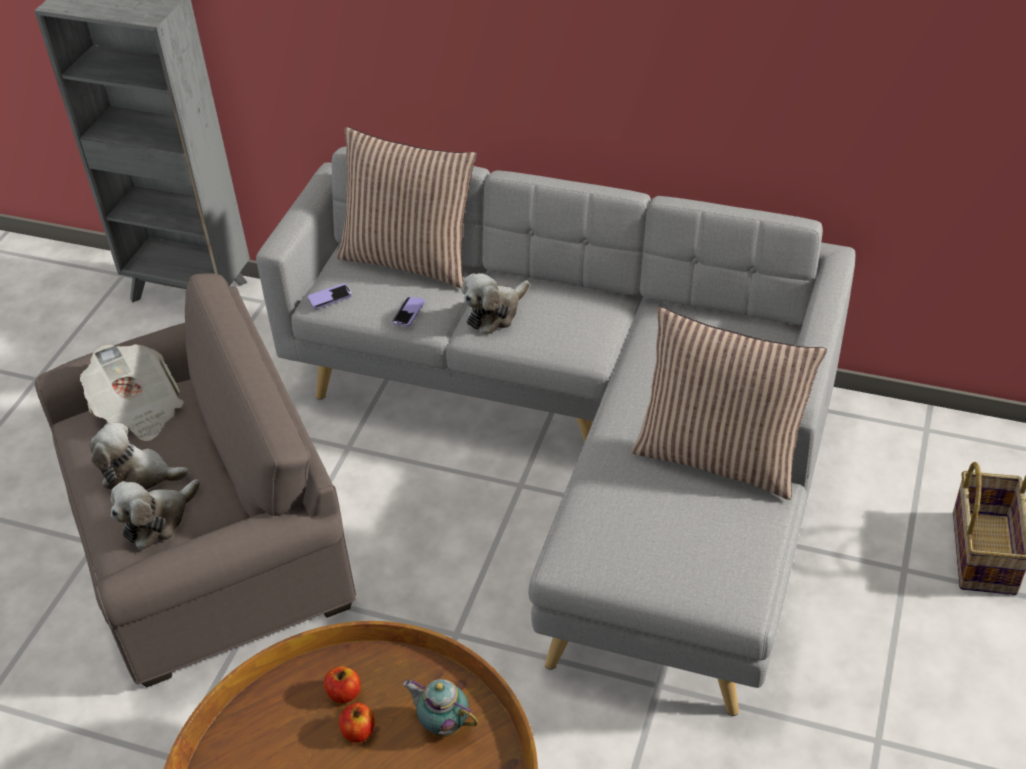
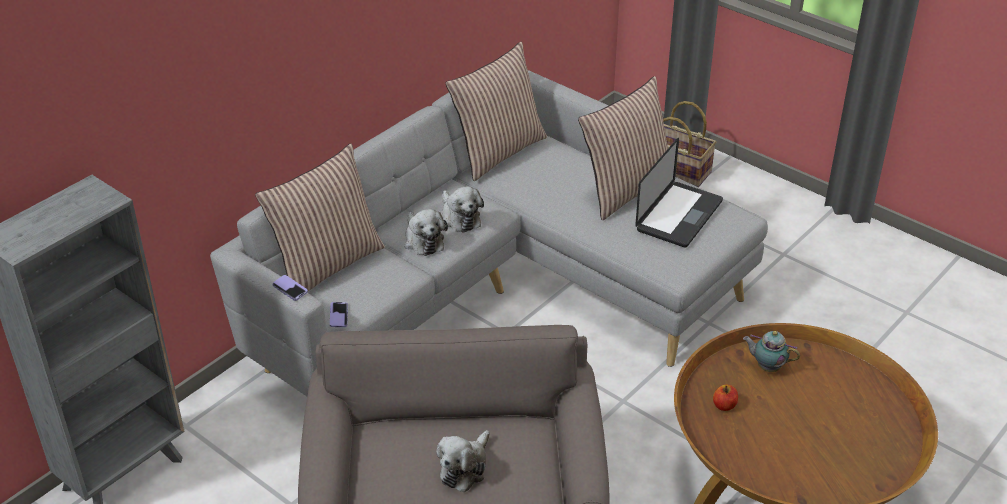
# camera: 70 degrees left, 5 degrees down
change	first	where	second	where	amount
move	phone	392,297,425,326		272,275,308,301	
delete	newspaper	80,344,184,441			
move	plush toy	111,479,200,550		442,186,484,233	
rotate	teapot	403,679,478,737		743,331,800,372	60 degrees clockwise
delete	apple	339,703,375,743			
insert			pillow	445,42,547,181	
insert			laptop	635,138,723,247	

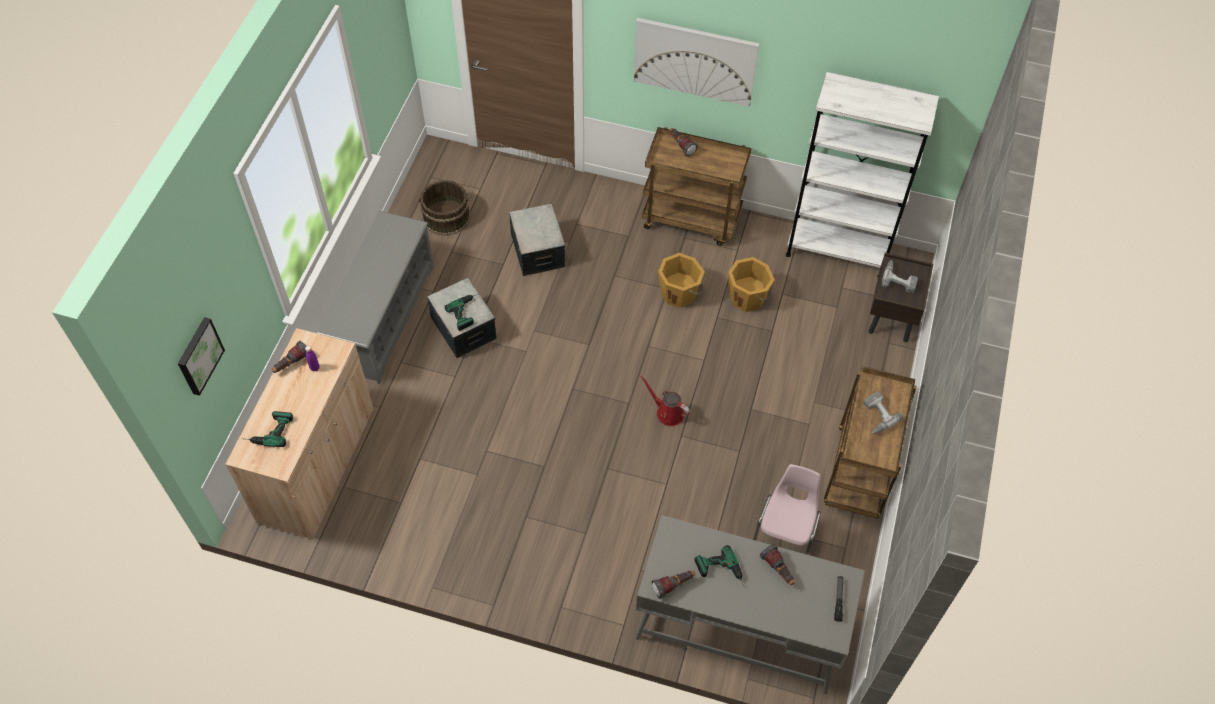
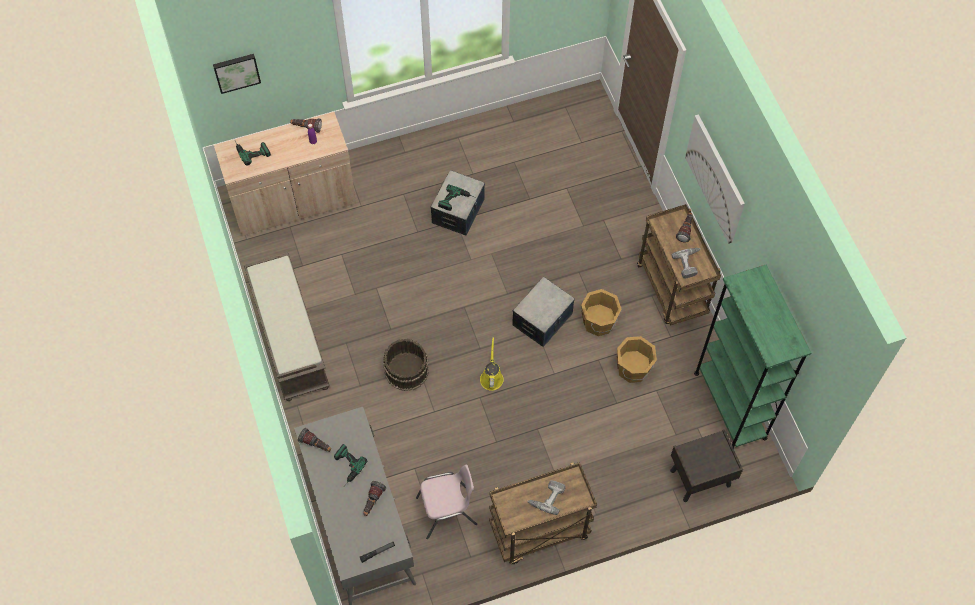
# camera: 55 degrees right, 5 degrees up
change	first	where	second	where	amount
recolor	white bookcase	786,72,939,277	green bookcase	694,265,811,449	
move	brown bucket	419,180,471,236		383,339,429,391	
move	storage box	509,204,565,276		512,277,575,347	
delete	grey shoe rack	317,211,434,384			
move	power drill	882,260,918,293		672,248,700,279	
recolor	red watering can	640,375,690,426	yellow watering can	480,336,504,391	
insert			brown bench	244,253,330,401	

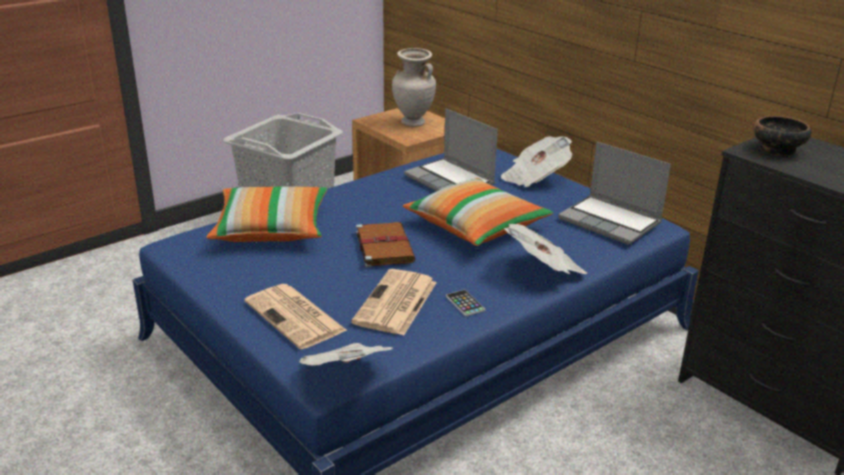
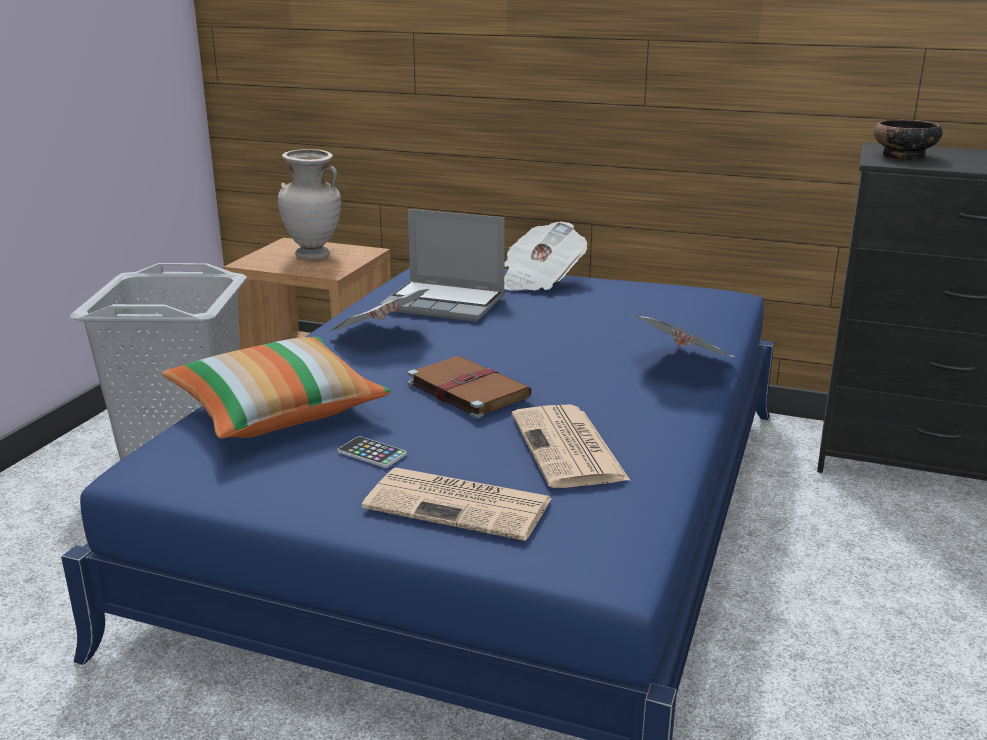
# camera: 30 degrees left, 5 degrees down
change	first	where	second	where	amount
delete	laptop	558,142,671,245			
delete	pillow	403,178,553,246			
move	phone	446,290,485,316		338,436,407,468	
move	newspaper	299,343,394,365		329,289,429,332	

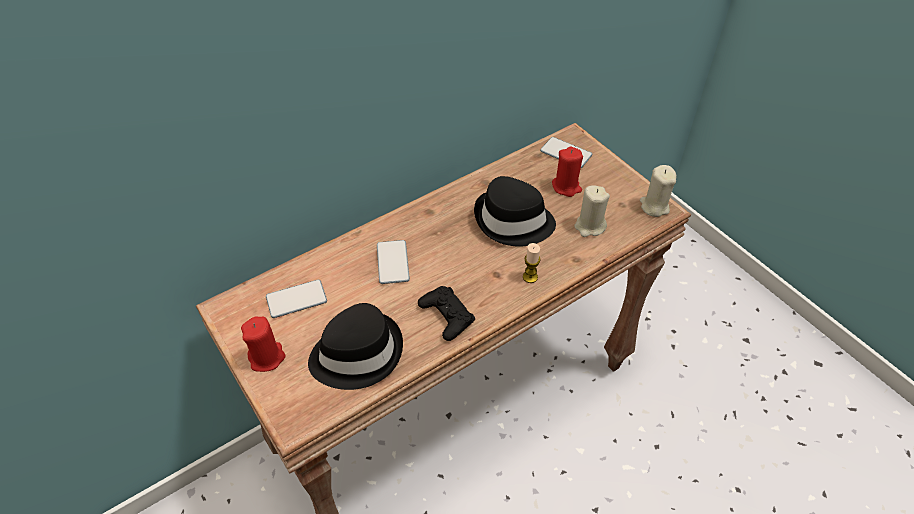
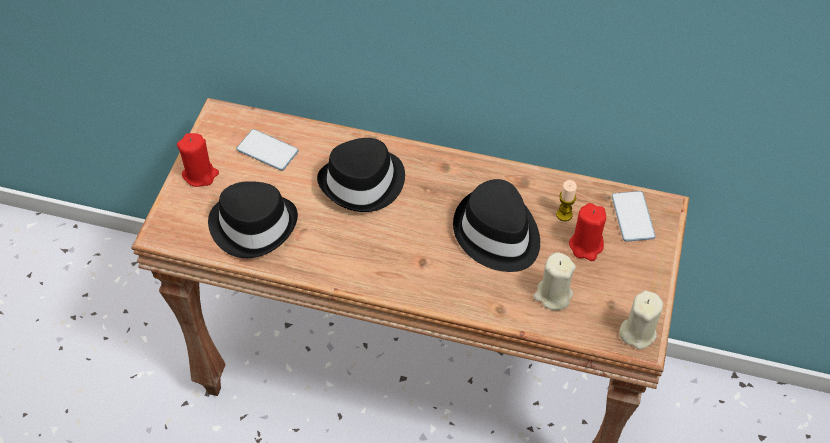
# camera: 50 degrees right, 5 degrees up
change	first	where	second	where	amount
replace	phone	377,240,410,284	black hat	317,138,405,212	
move	candle	523,243,540,283		556,180,577,221	
delete	black game controller	418,286,475,341			

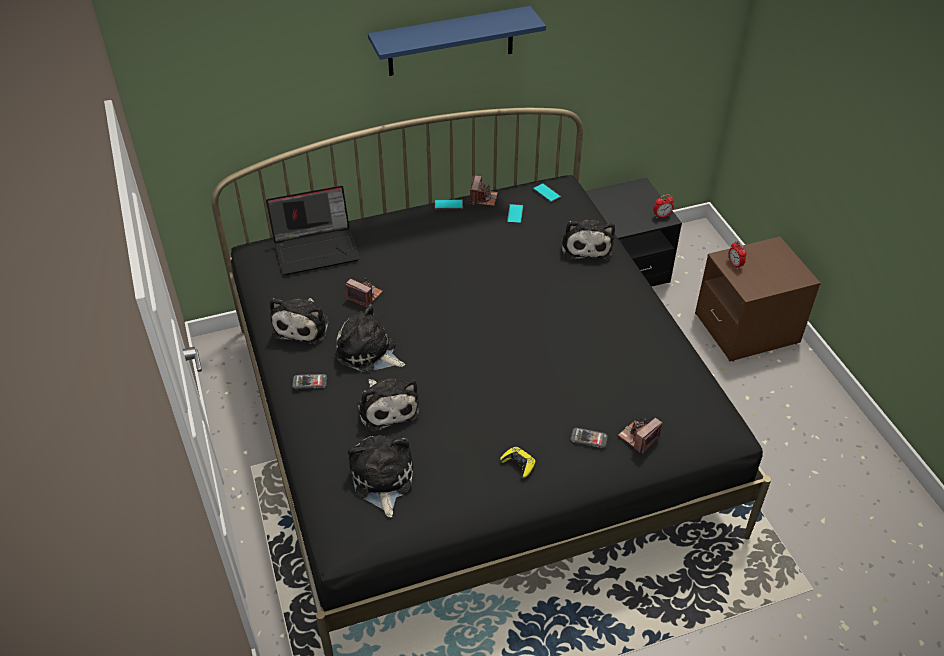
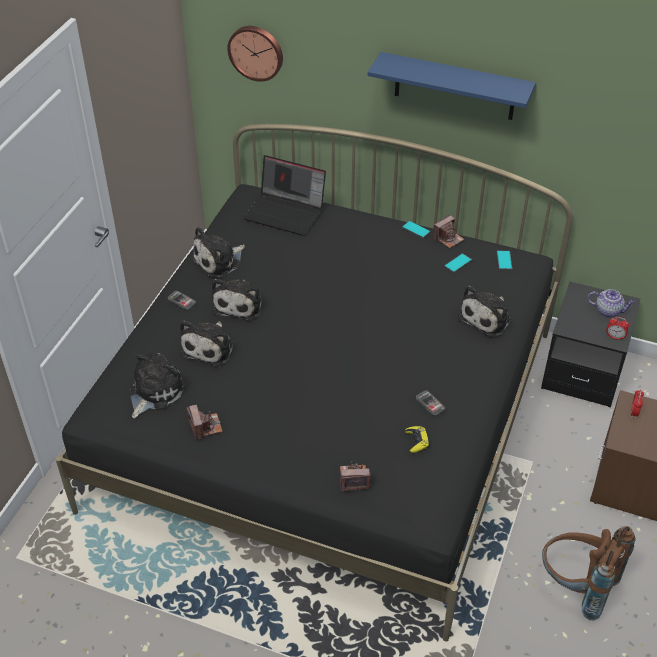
# camera: 40 degrees right, 0 degrees up
change	first	where	second	where	amount
move	photo camera	345,278,383,307		187,405,223,439	
rotate	plush toy	335,304,405,372		212,279,262,321	150 degrees counterclockwise
move	phone	571,428,608,448		416,390,445,416	
move	yellow game controller	500,447,536,478		405,426,429,453	
insert			wall clock	227,26,283,82	
insert			teapot	587,289,635,317	
insert			brown backpack	542,526,636,621	

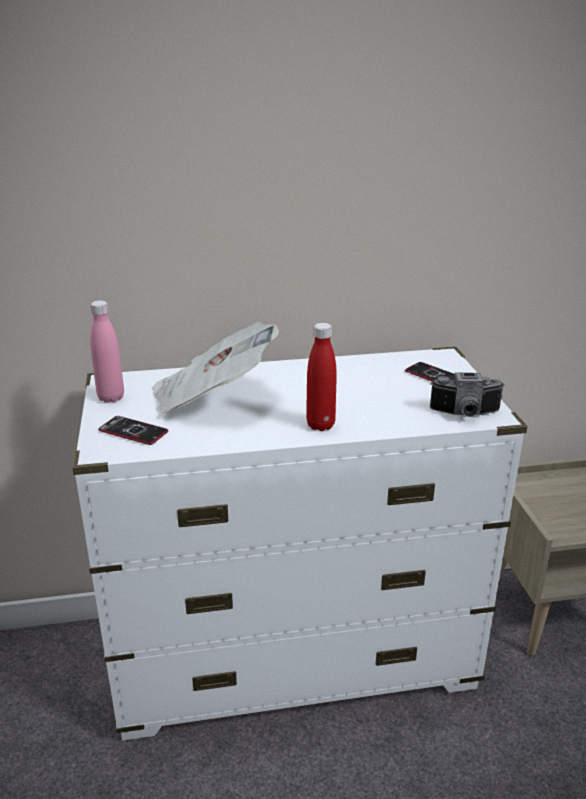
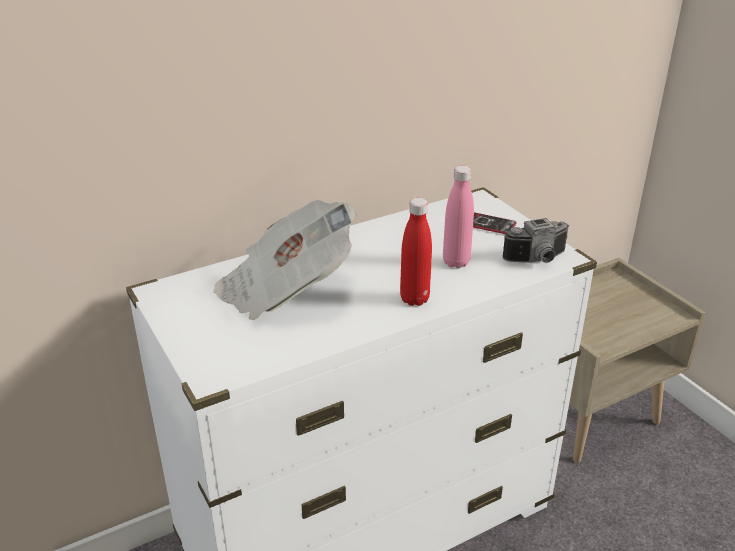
# camera: 20 degrees left, 5 degrees up
change	first	where	second	where	amount
move	pink bottle	90,300,124,403		443,166,474,268	
delete	phone	98,416,168,445			

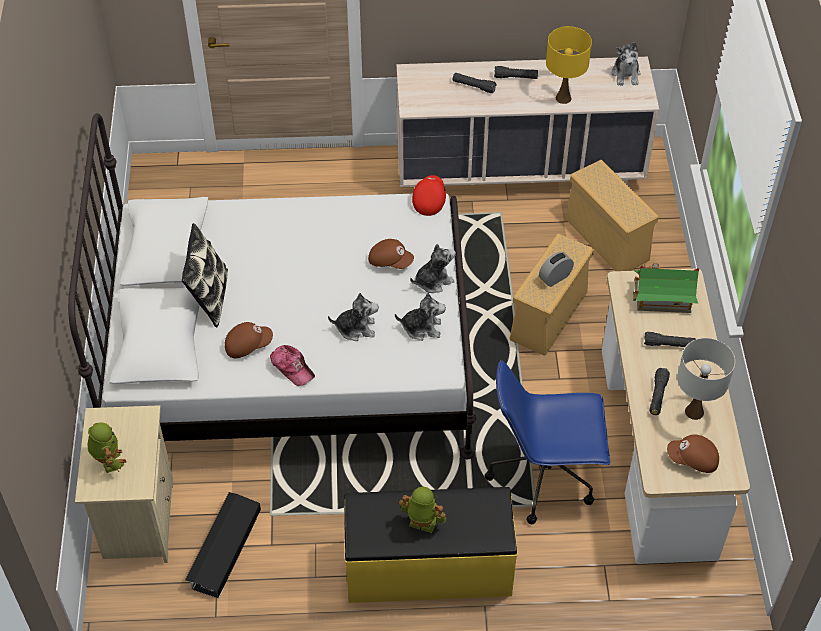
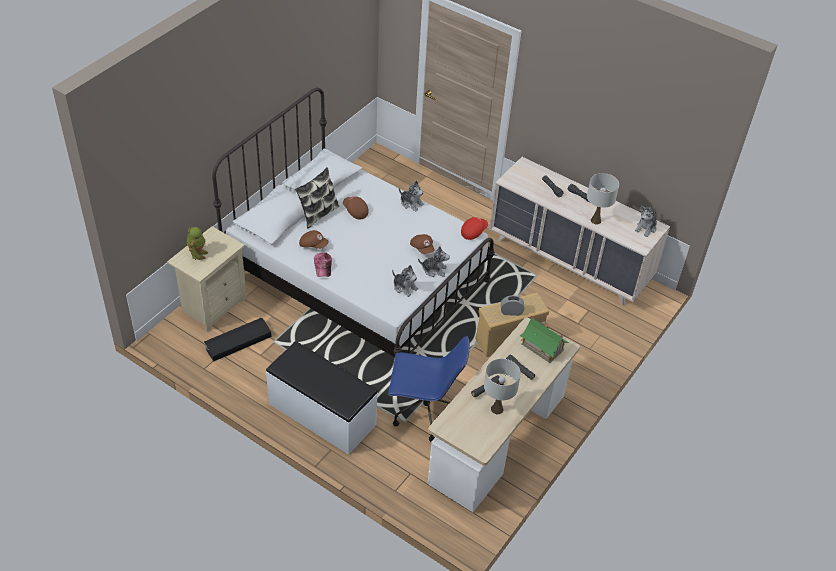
# camera: 35 degrees right, 5 degrees down
change	first	where	second	where	amount
recolor	yellow table lamp	546,26,592,104	white table lamp	587,173,619,224	
delete	beige storage box	565,160,659,271			
move	plush toy	328,293,378,341		399,181,424,211	
rotate	blue office chair	485,360,610,524		388,336,470,442	150 degrees clockwise
move	brown cap	667,435,719,473		343,197,369,220	
recolor	yellow bench	344,487,517,603	white bench	266,341,378,455	
delete	toy robot	399,487,446,533			

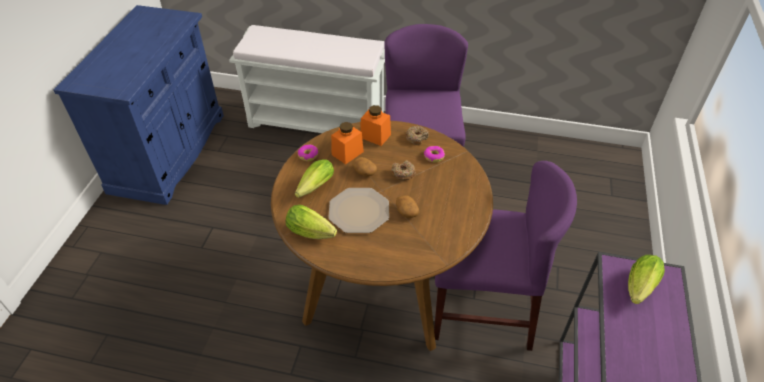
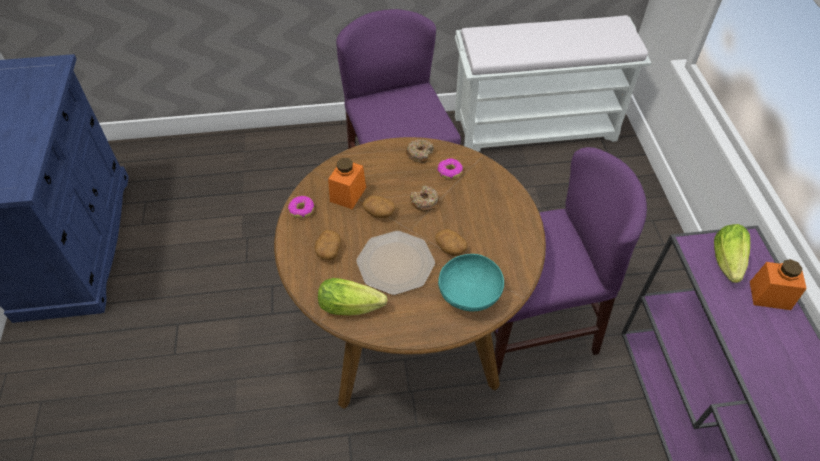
# camera: 20 degrees left, 5 degrees up
change	first	where	second	where	amount
move	white bench	229,25,385,133		455,15,651,152	
move	orange jar	360,105,391,146		750,259,807,310	
replace	lettuce	295,159,334,198	potato	315,230,341,260	
insert			turquoise bowl	438,254,504,311	

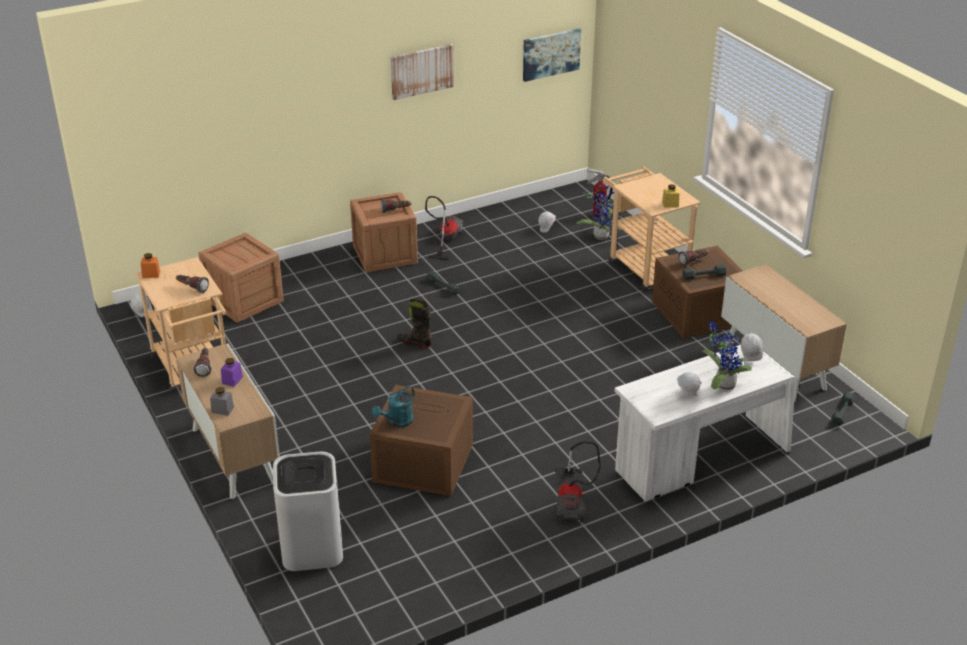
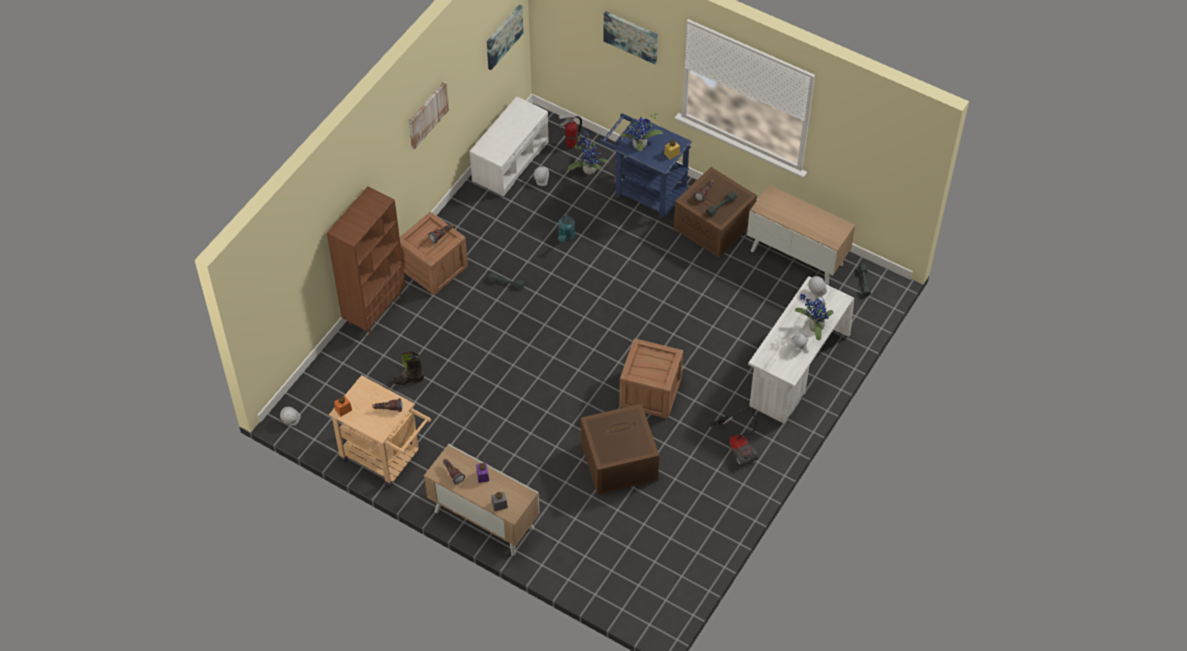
# camera: 30 degrees left, 20 degrees up
change	first	where	second	where	amount
recolor	beige cart	603,167,700,292	blue cart	599,113,692,221	
delete	vacuum cleaner	425,196,464,260			
move	crate	198,233,284,323		619,338,683,419	
move	black boot	397,299,432,348		392,351,424,385	
move	turquoise watering can	372,386,415,427		558,211,575,242	
delete	white trash can	273,452,343,571			
insert			picture	604,11,658,64	
insert			white bench	469,97,549,196	
insert			potted plant	620,113,663,151	
insert			brown bookcase	327,186,406,336	

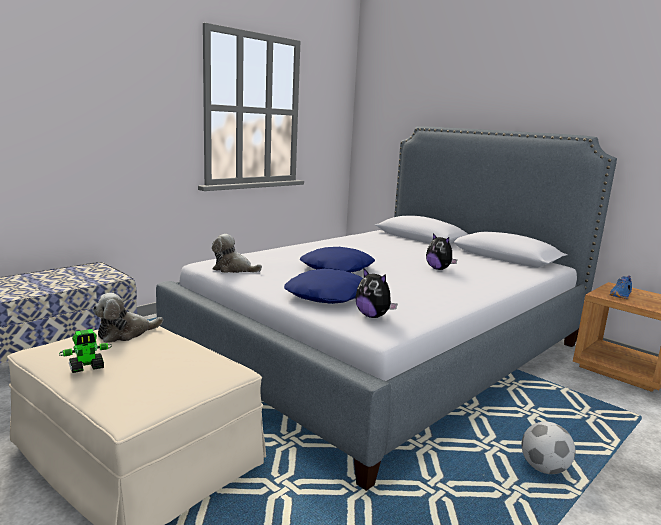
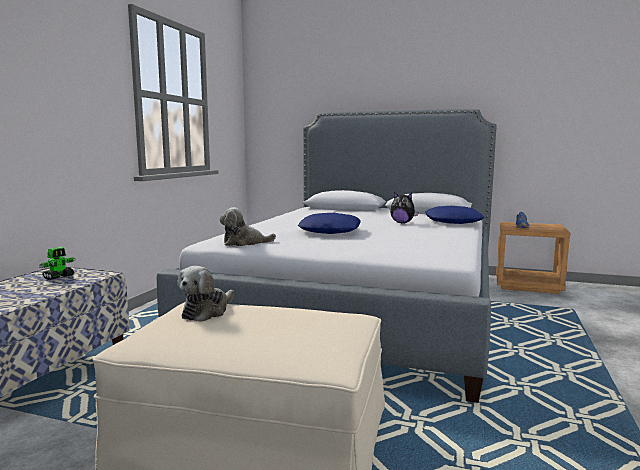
# camera: 25 degrees left, 5 degrees down
change	first	where	second	where	amount
delete	plush toy	355,267,397,318			
move	blue pillow	284,269,363,304		425,206,484,224	
move	toy robot	59,329,112,373		39,247,76,280	
delete	football	522,422,575,474			

